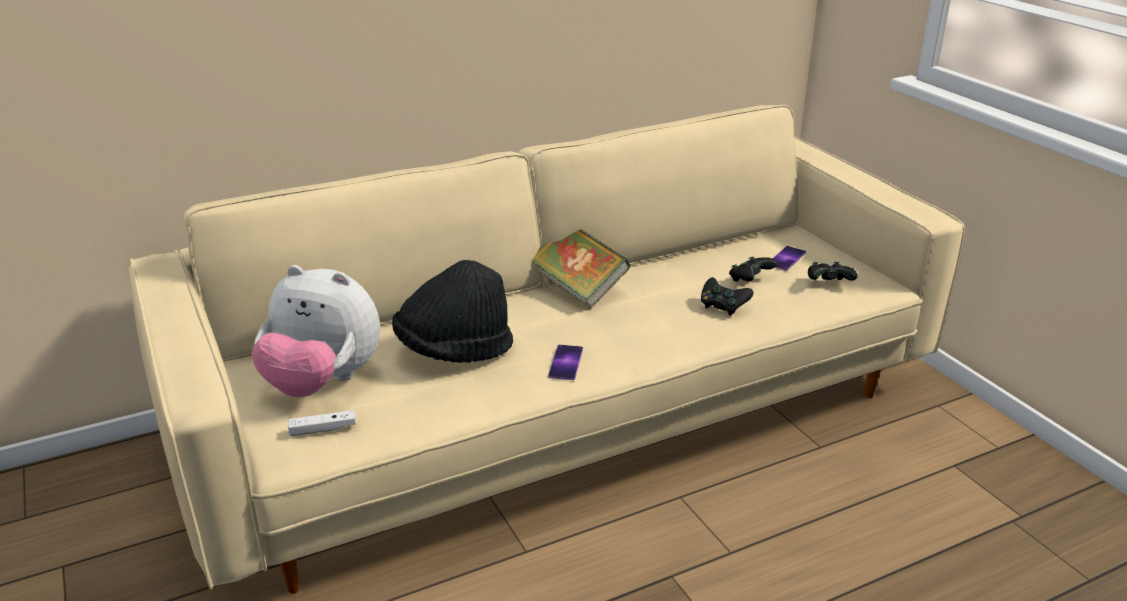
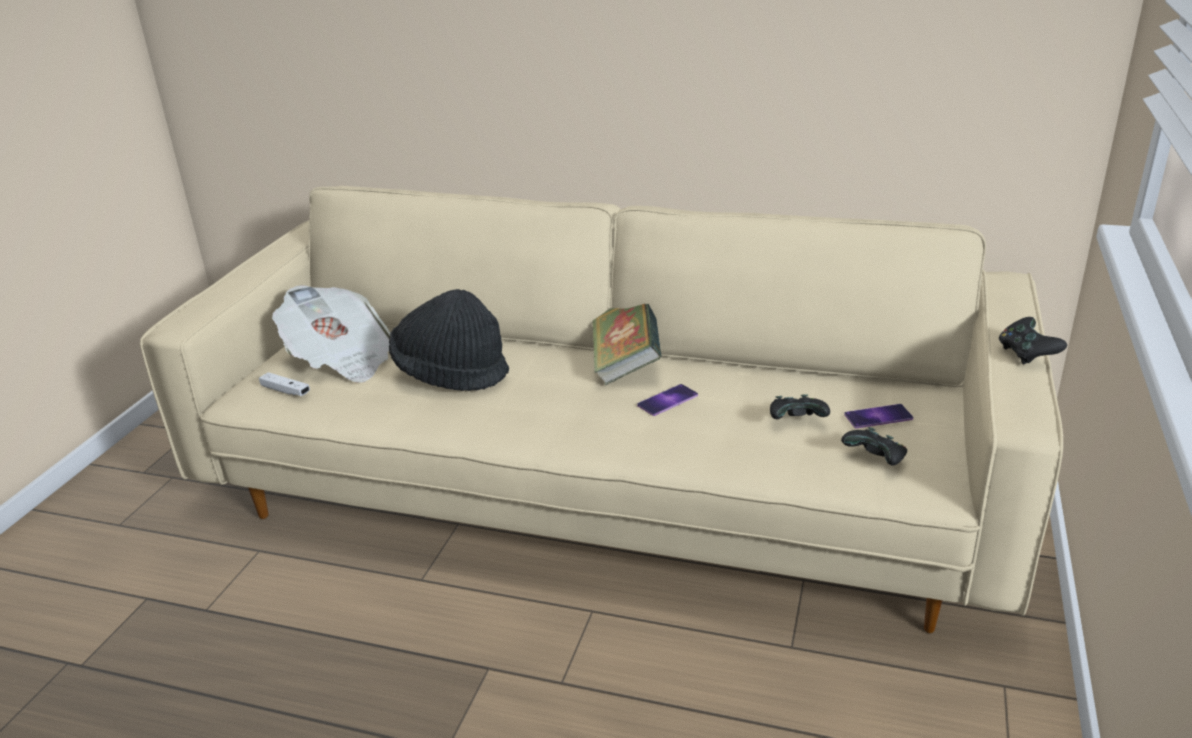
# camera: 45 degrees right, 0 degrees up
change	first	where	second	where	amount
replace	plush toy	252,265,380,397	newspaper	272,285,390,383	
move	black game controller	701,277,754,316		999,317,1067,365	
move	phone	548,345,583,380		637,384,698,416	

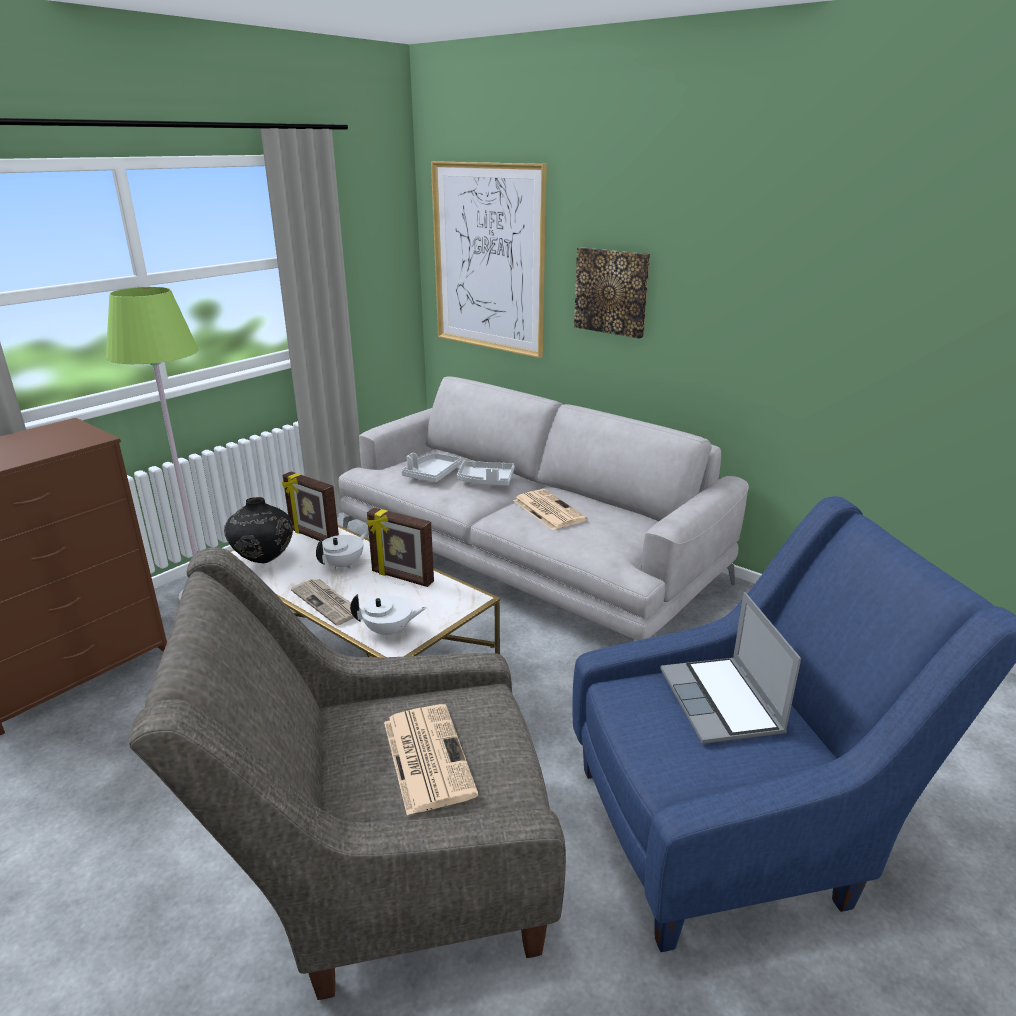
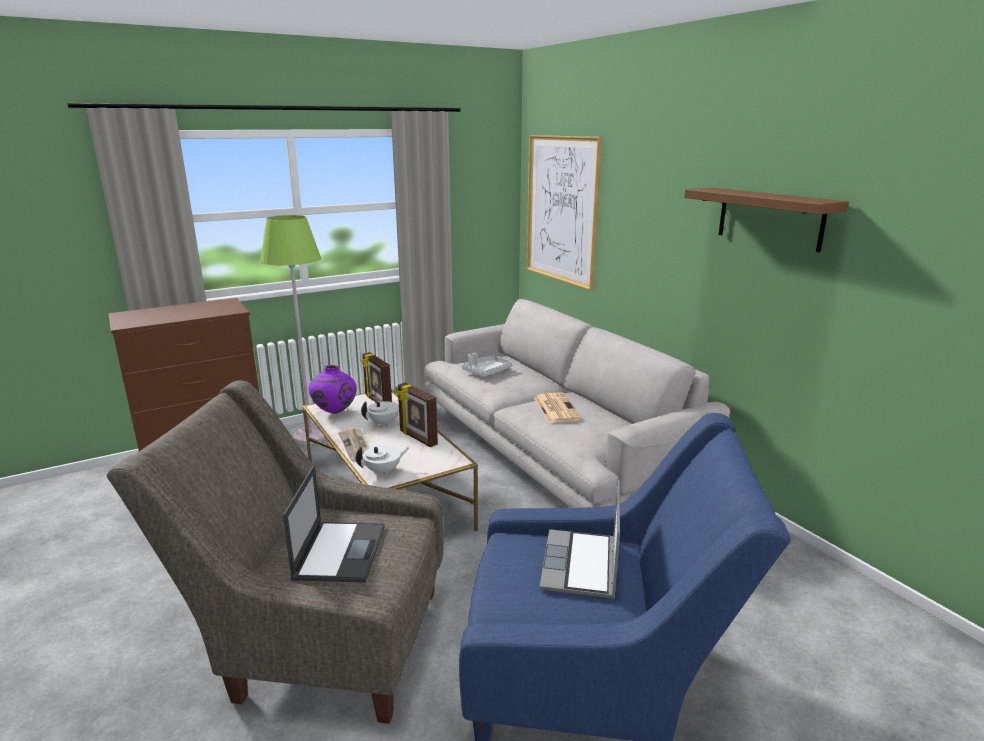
# camera: 20 degrees right, 5 degrees down
change	first	where	second	where	amount
delete	picture	574,247,650,339			
delete	grey tray	457,461,514,486			
recolor	black vase	224,497,293,563	purple vase	309,365,357,414	
rotate	white teapot	350,594,427,639		356,445,410,476	45 degrees counterclockwise
replace	newspaper	384,704,478,815	laptop	283,465,385,582	
insert			brown shelf	684,188,849,253	

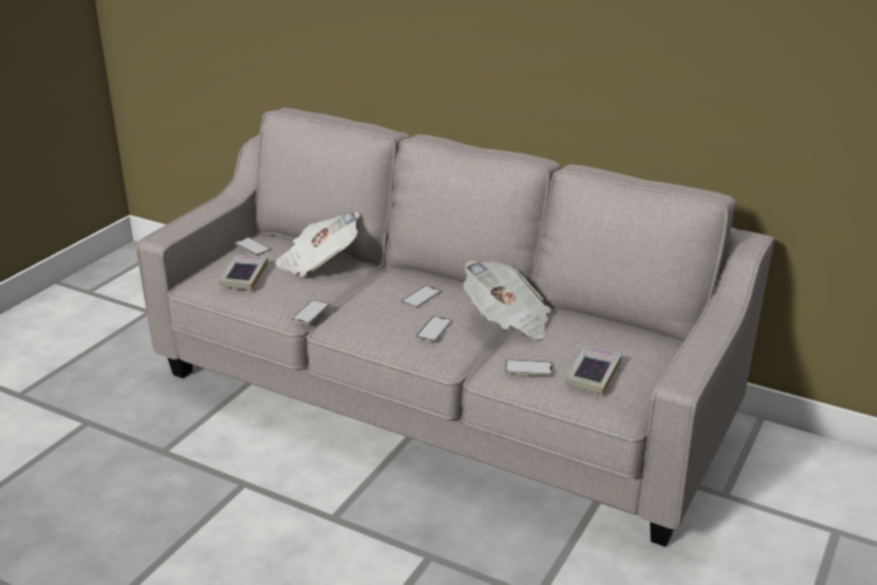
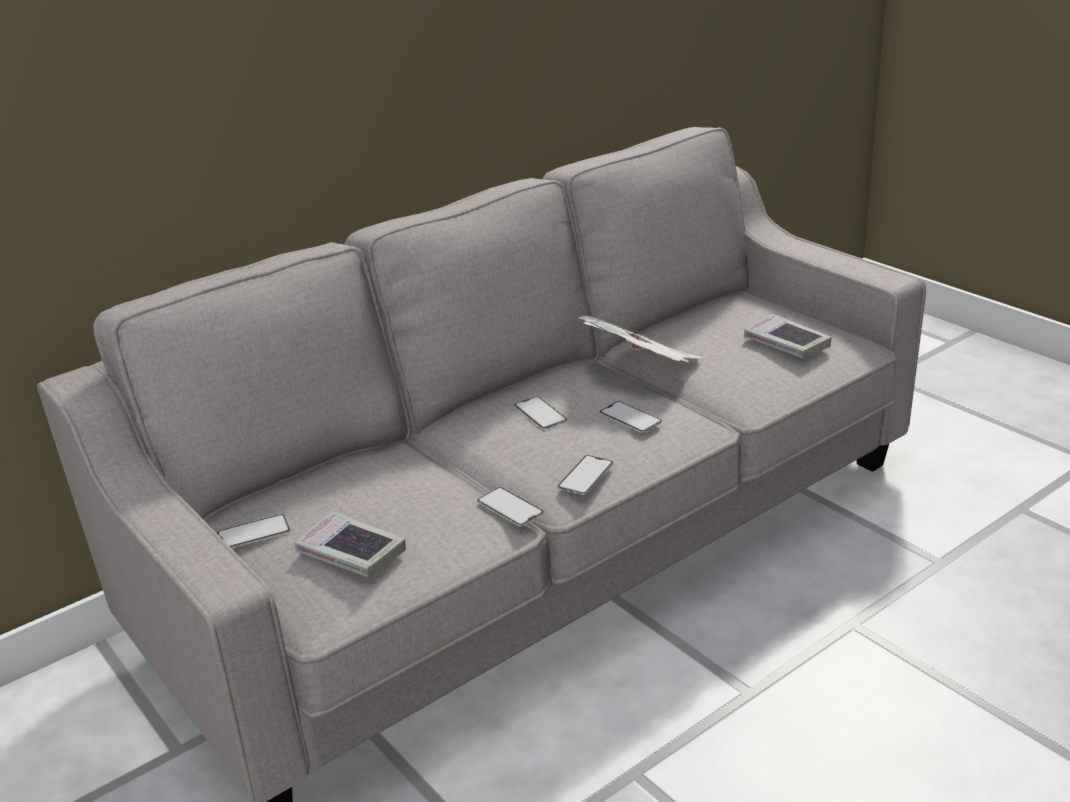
# camera: 65 degrees left, 0 degrees up
change	first	where	second	where	amount
delete	newspaper	275,212,360,276			
move	phone	505,359,553,376		558,455,613,495	

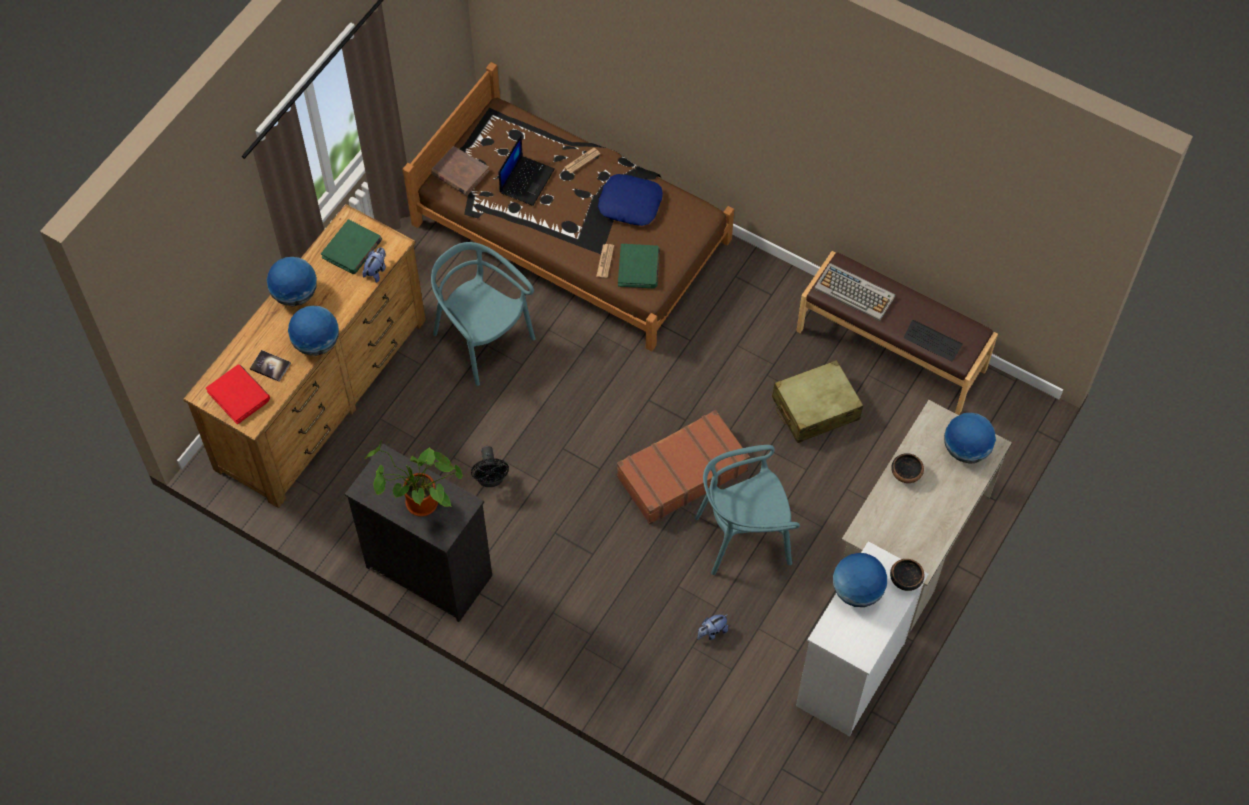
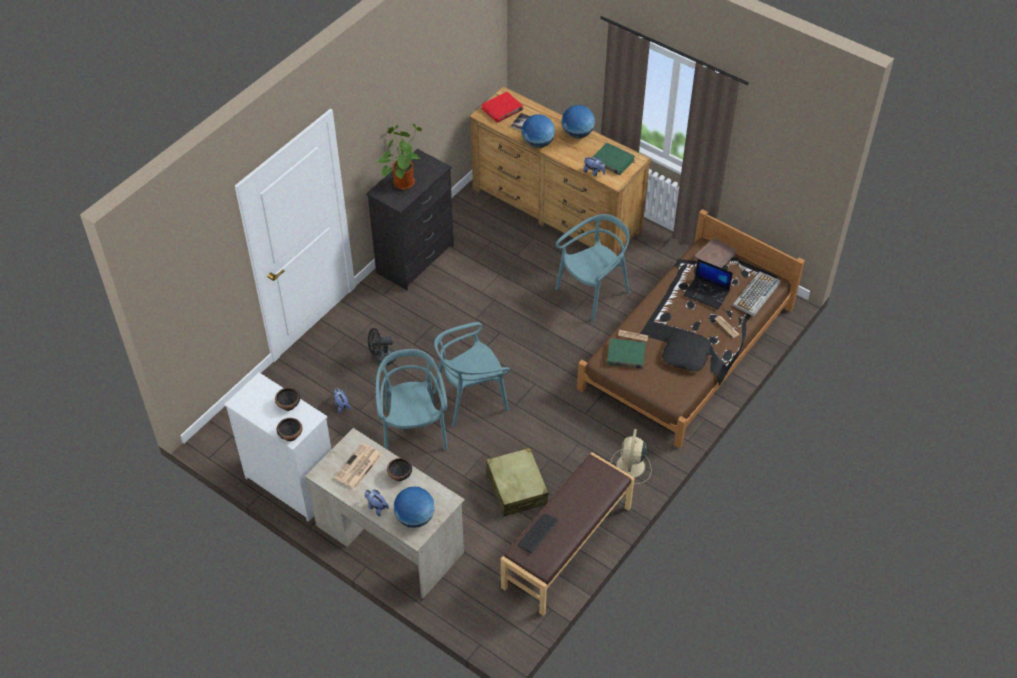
# camera: 95 degrees right, 10 degrees down
change	first	where	second	where	amount
recolor	blue pillow	598,174,663,226	black pillow	662,330,711,371	
move	keyboard	814,263,896,321		732,272,781,317	
replace	brown suitcase	617,410,750,524	turquoise chair	433,322,510,427	
move	black fan	471,446,509,487		368,328,396,365	
replace	globe	833,553,887,607	bowl	275,388,300,411	
insert			beige fan	611,429,652,484	
insert			newspaper	334,443,382,489	
insert			plush toy	365,489,389,516	

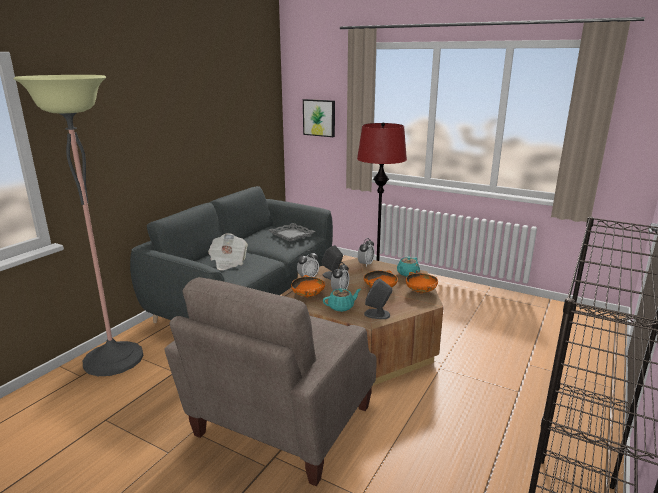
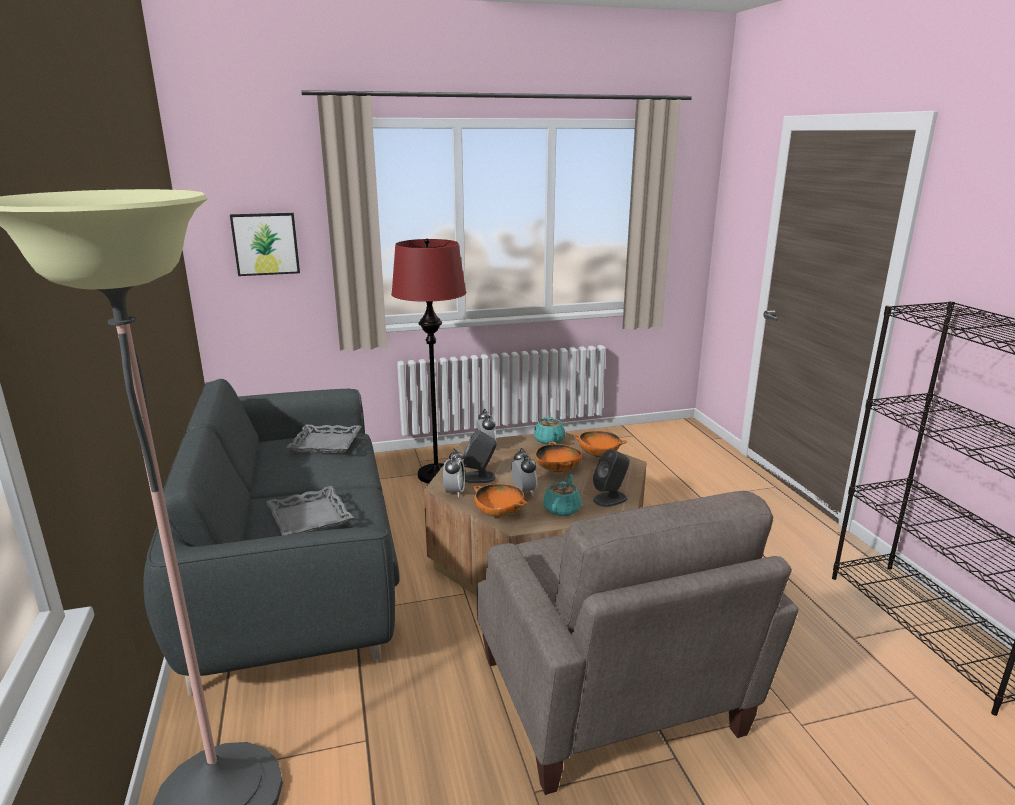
# camera: 45 degrees left, 0 degrees up
change	first	where	second	where	amount
replace	newspaper	208,233,248,270	grey tray	266,486,354,536	

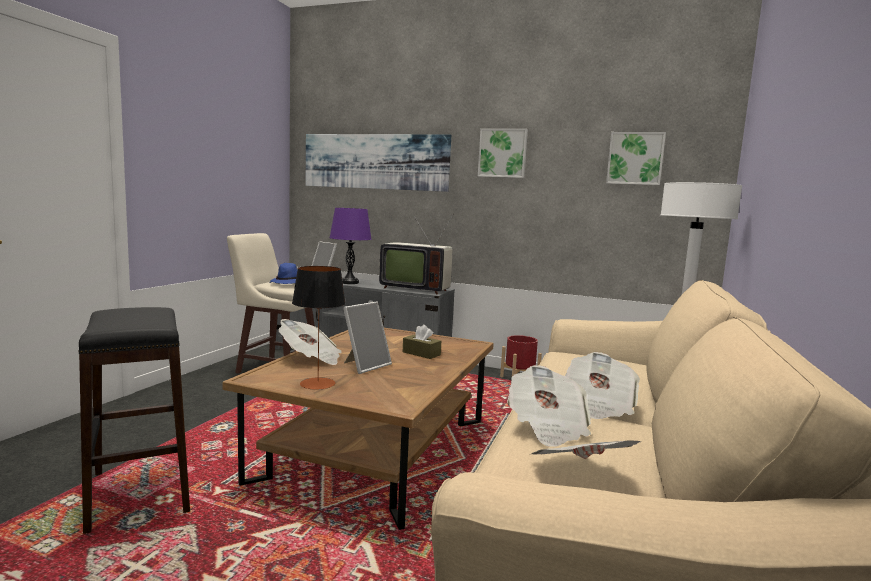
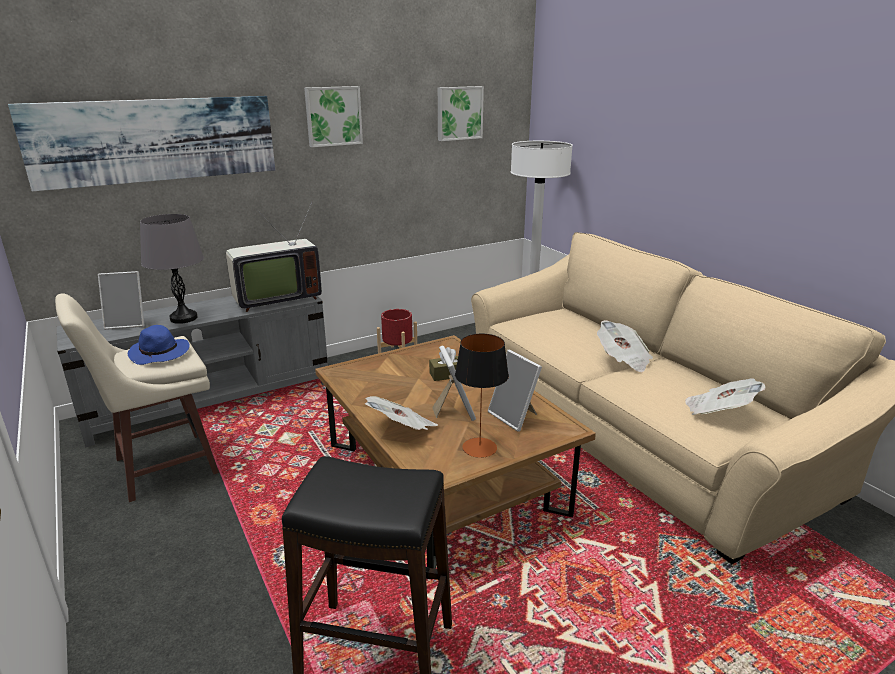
# camera: 50 degrees left, 15 degrees up
change	first	where	second	where	amount
recolor	purple table lamp	330,208,371,284	grey table lamp	140,214,204,324	
delete	newspaper	507,365,591,447			
insert			picture frame	488,350,542,432	

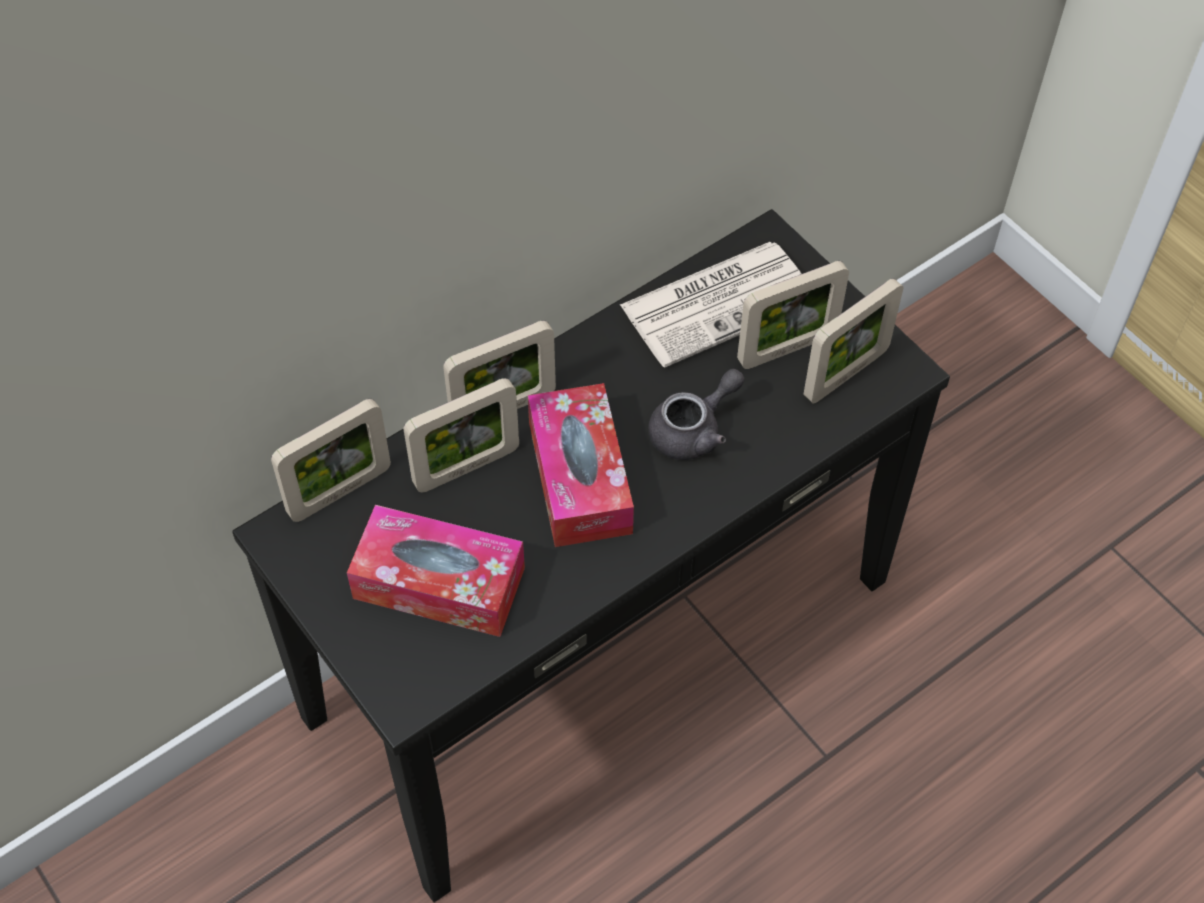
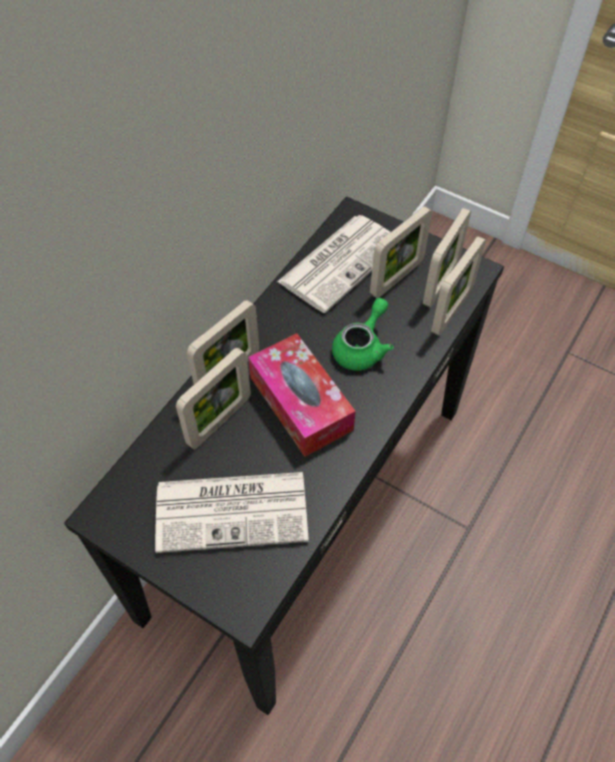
# camera: 20 degrees left, 0 degrees up
change	first	where	second	where	amount
recolor	grey teapot	648,369,744,460	green teapot	332,298,393,371	
move	picture frame	271,399,391,522		431,236,486,336	
replace	tissue box	347,505,525,637	newspaper	155,472,309,553	

